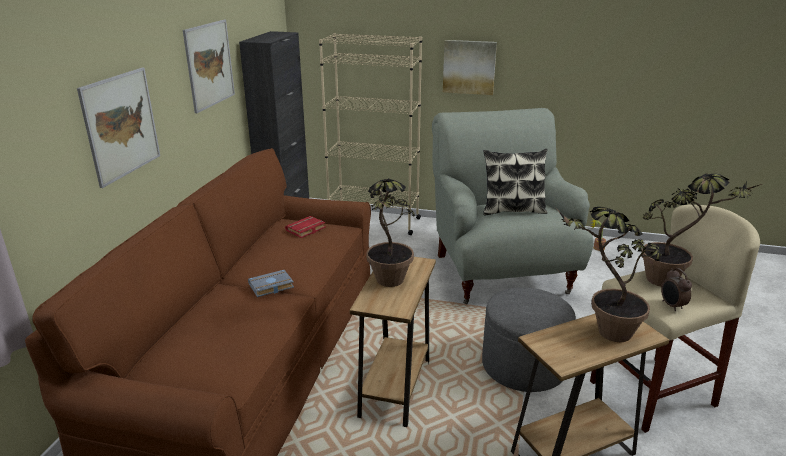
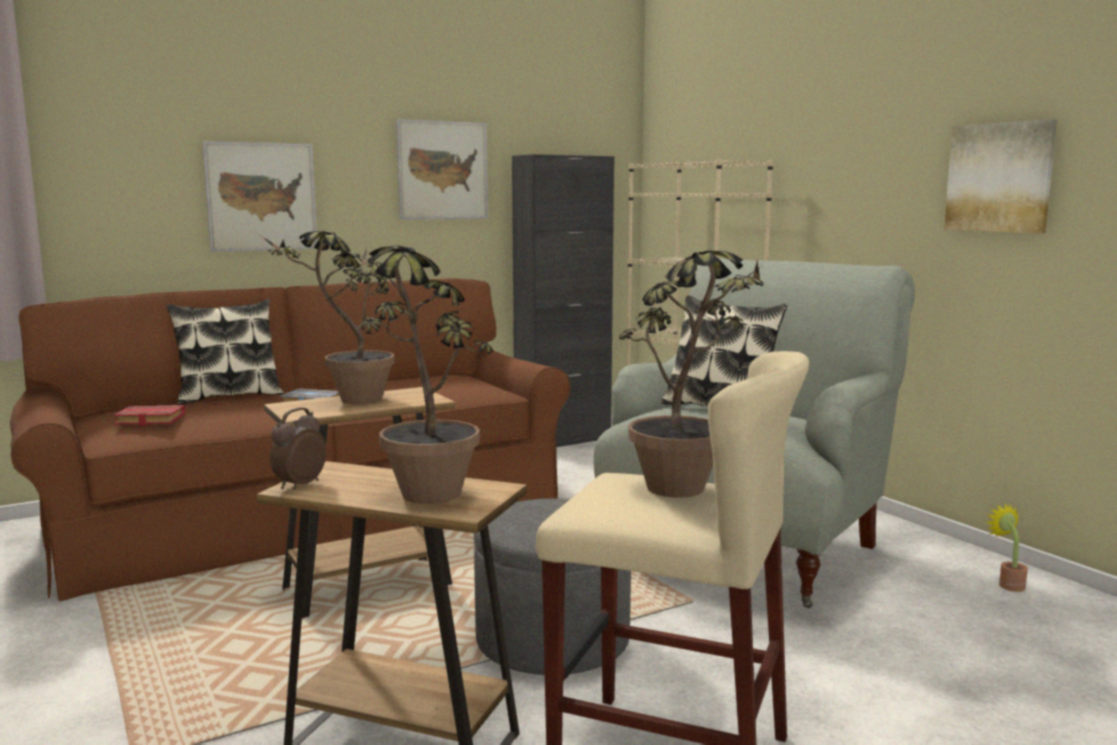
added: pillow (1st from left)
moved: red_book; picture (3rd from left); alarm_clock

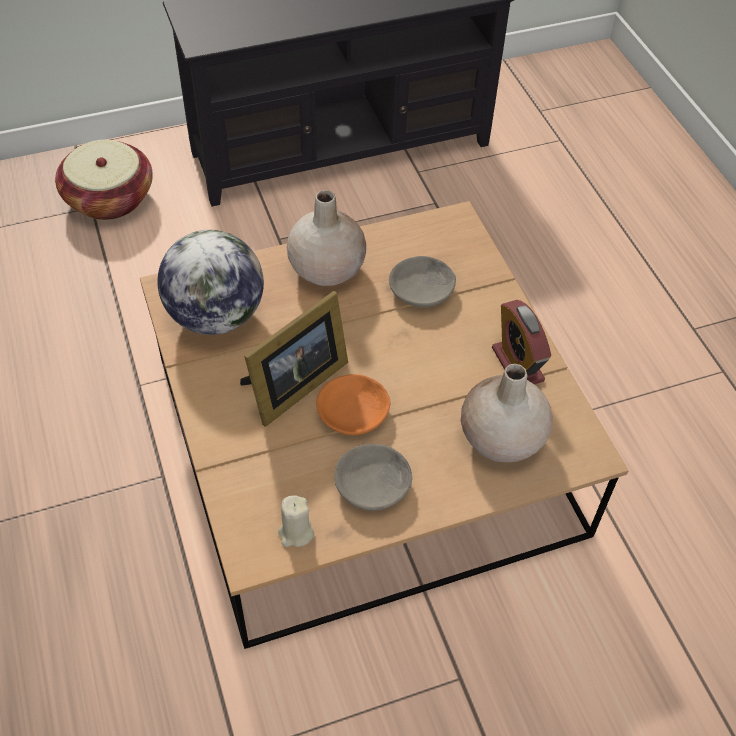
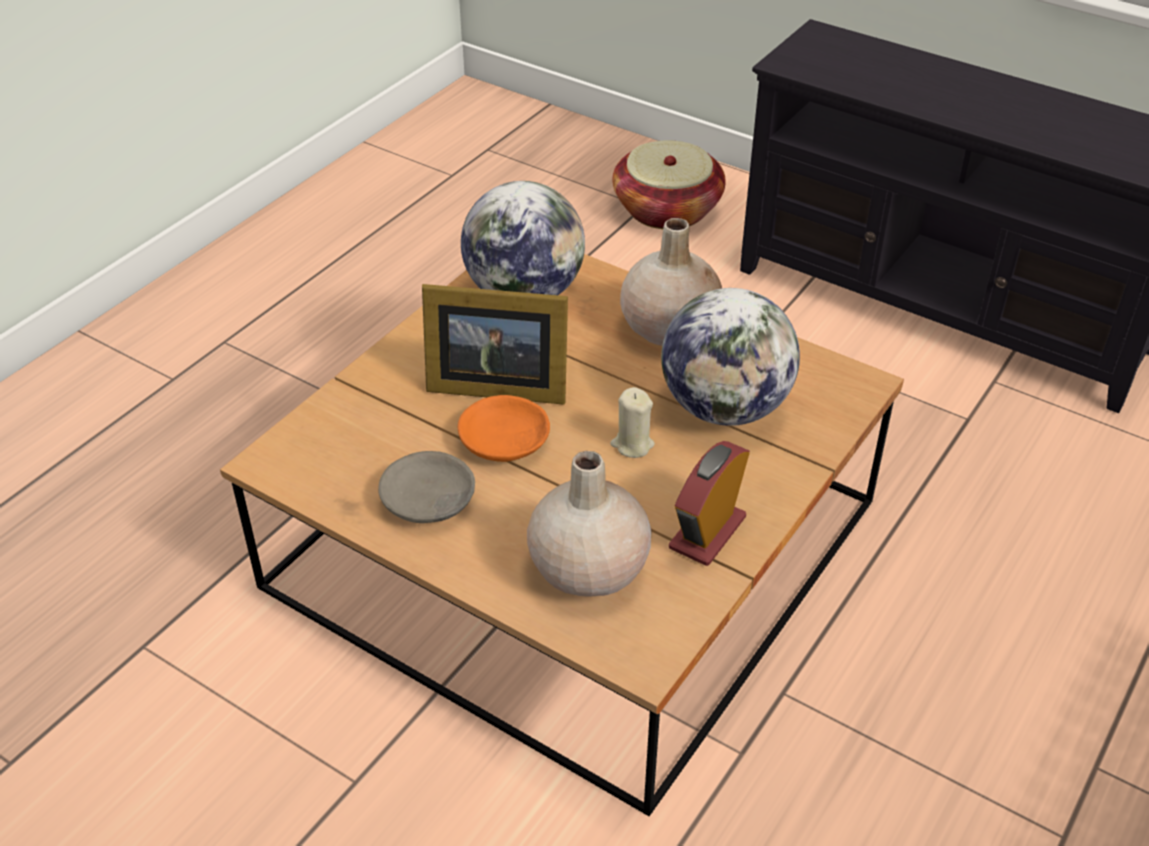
moved: beige_candle
replaced: grey_bowl (2nd from left) to globe (2nd from left)

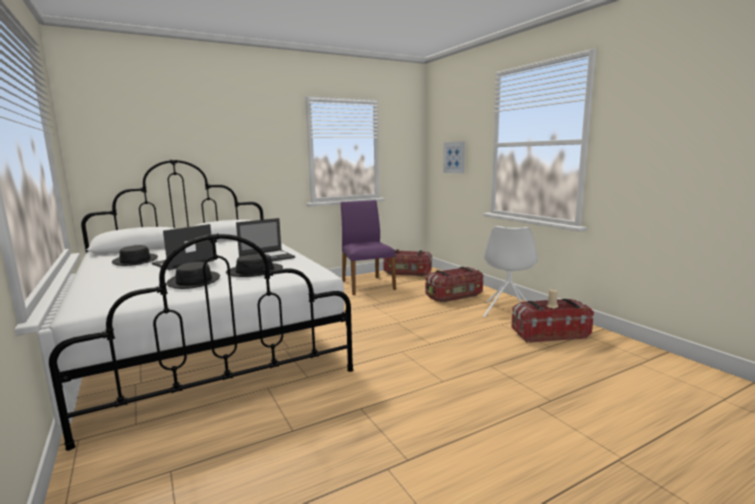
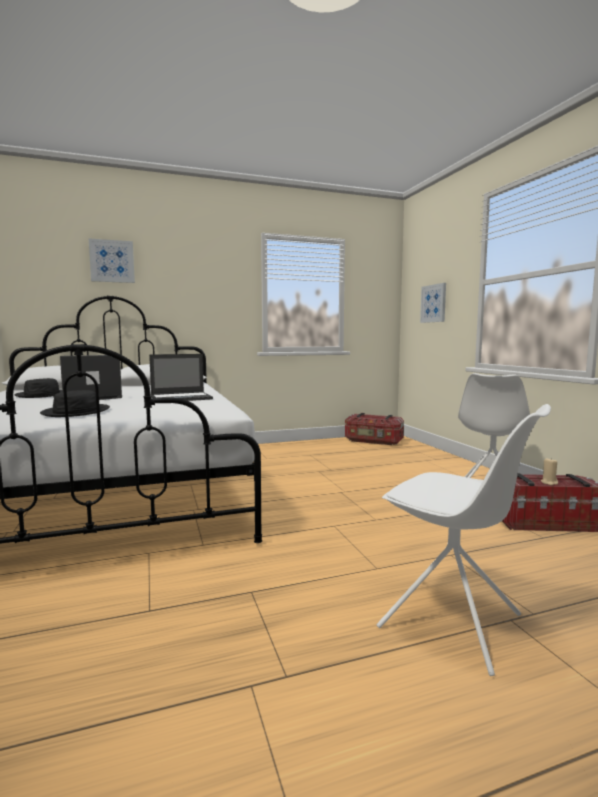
removed: black_hat (3rd from left); purple_chair; storage_box (2nd from left)
added: picture (1st from left); white_chair (1st from left)

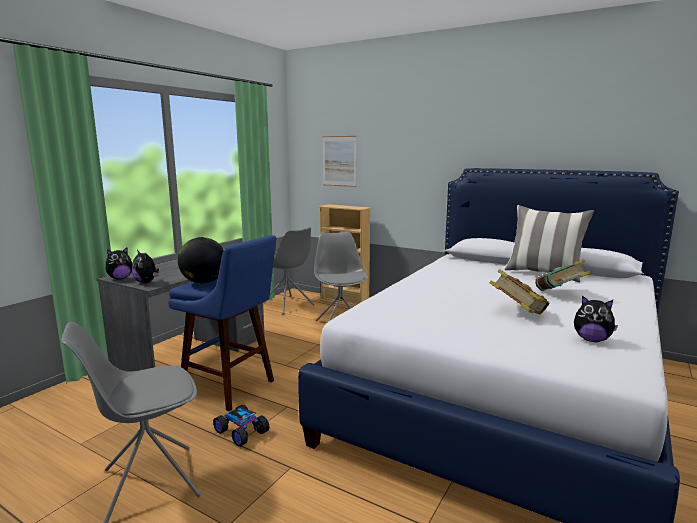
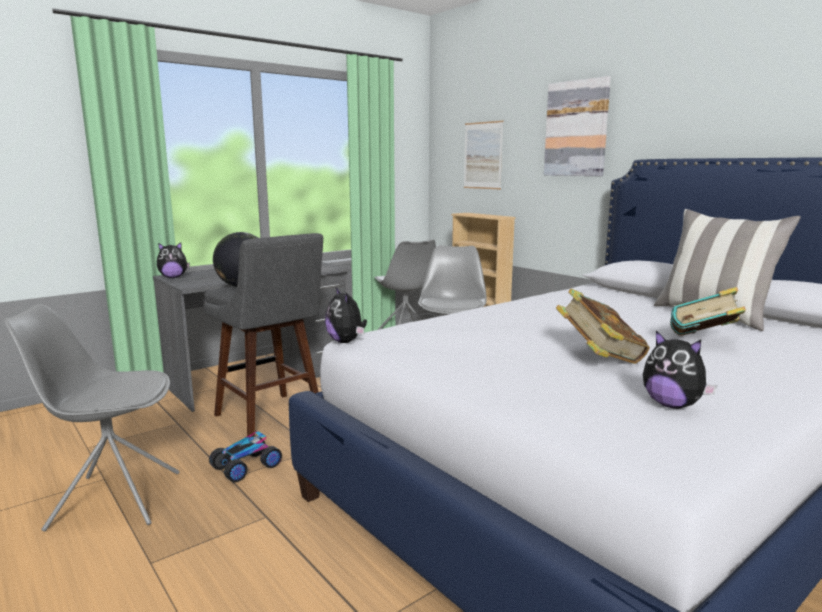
added: picture (2nd from left)
moved: plush_toy (2nd from left)
recoloured: blue_stool to grey_stool
turned: toy_car 105 degrees counterclockwise

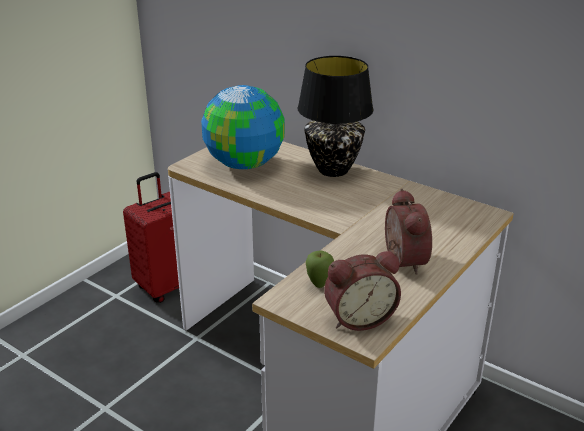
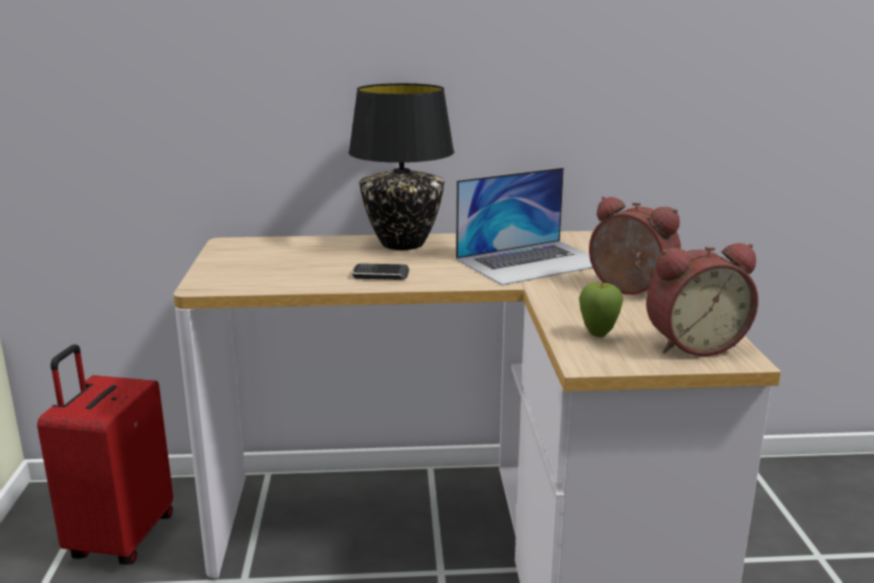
removed: globe
added: phone; laptop
turned: alarm_clock (1st from left in the first image) 45 degrees clockwise

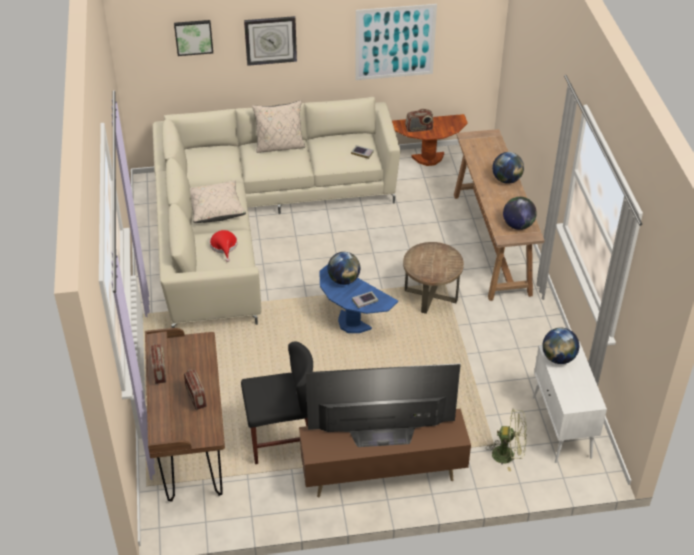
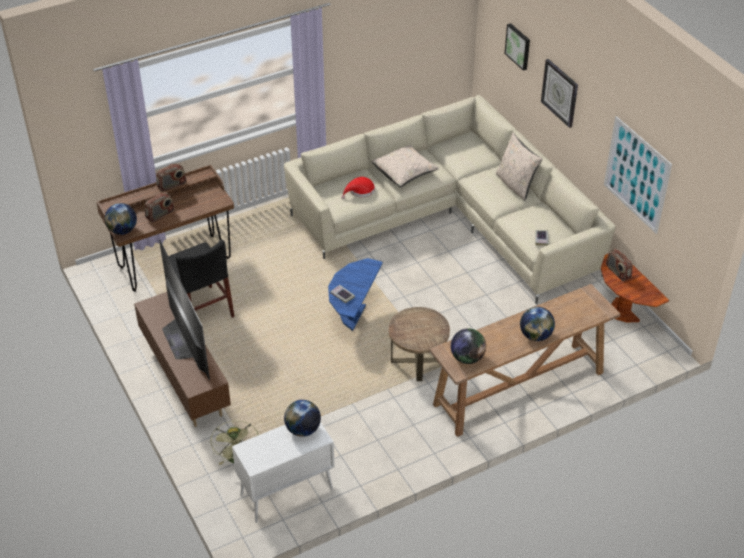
moved: globe (1st from left)

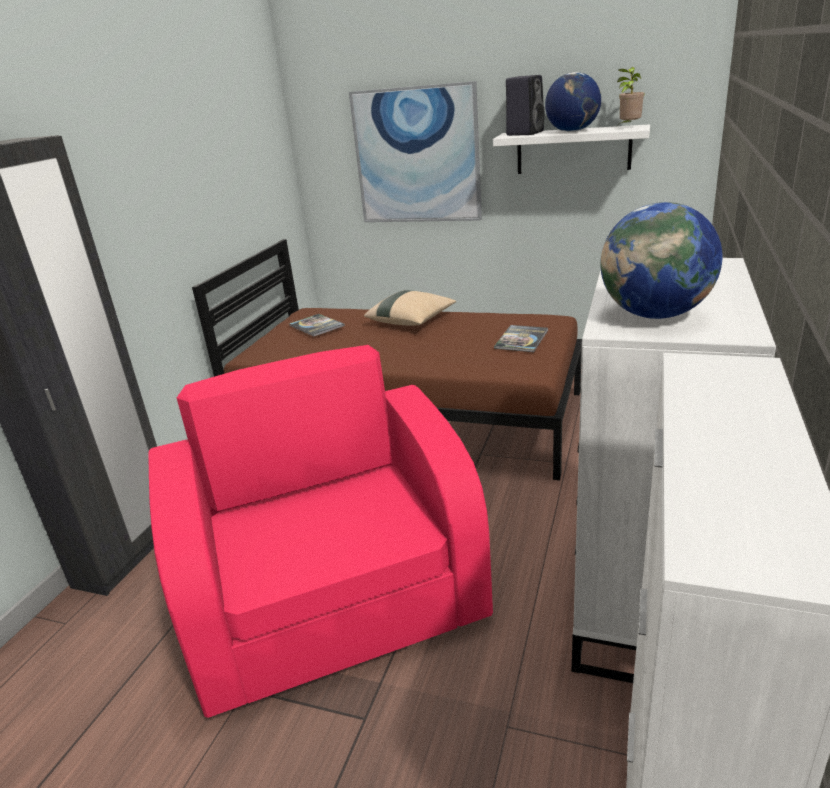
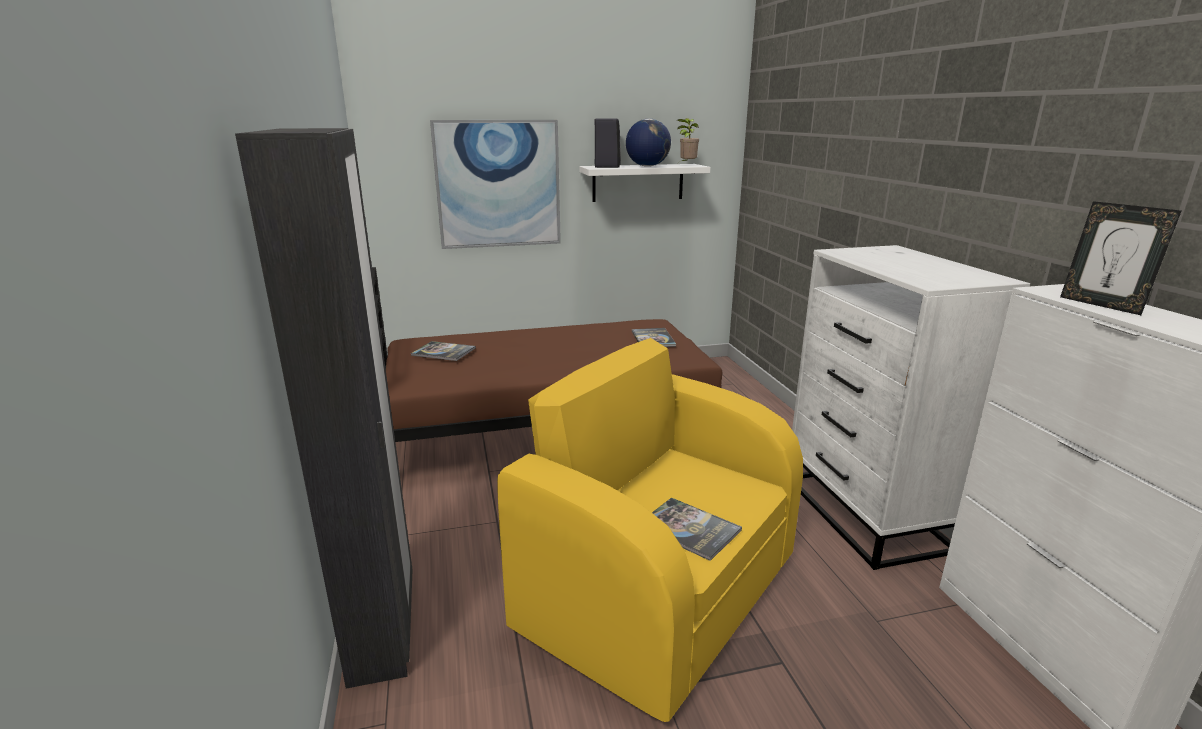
removed: beige_pillow; globe (2nd from left)
added: book (3rd from left); picture_frame
recoloured: pink_armchair to yellow_armchair

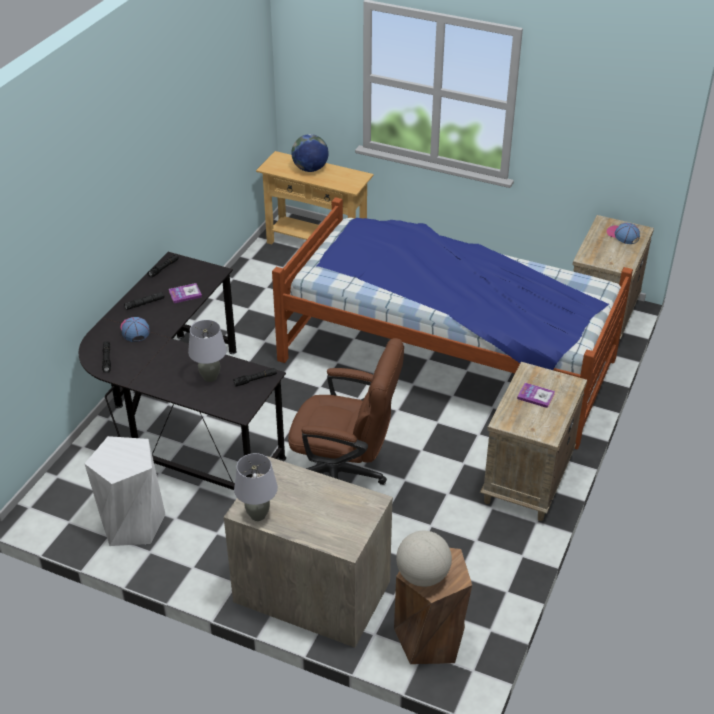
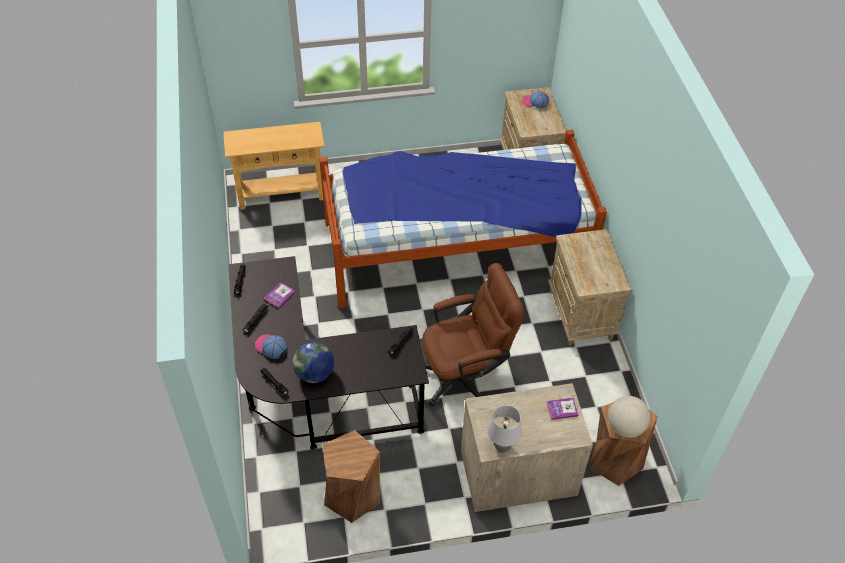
removed: grey_table_lamp (1st from left)
moved: globe (1st from left); book (2nd from left)
recoloured: white_stool to brown_stool (1st from left)

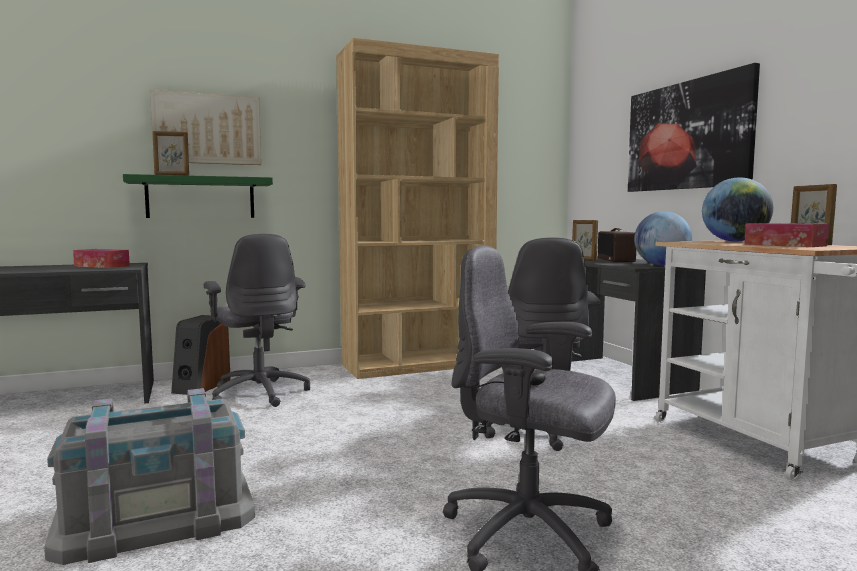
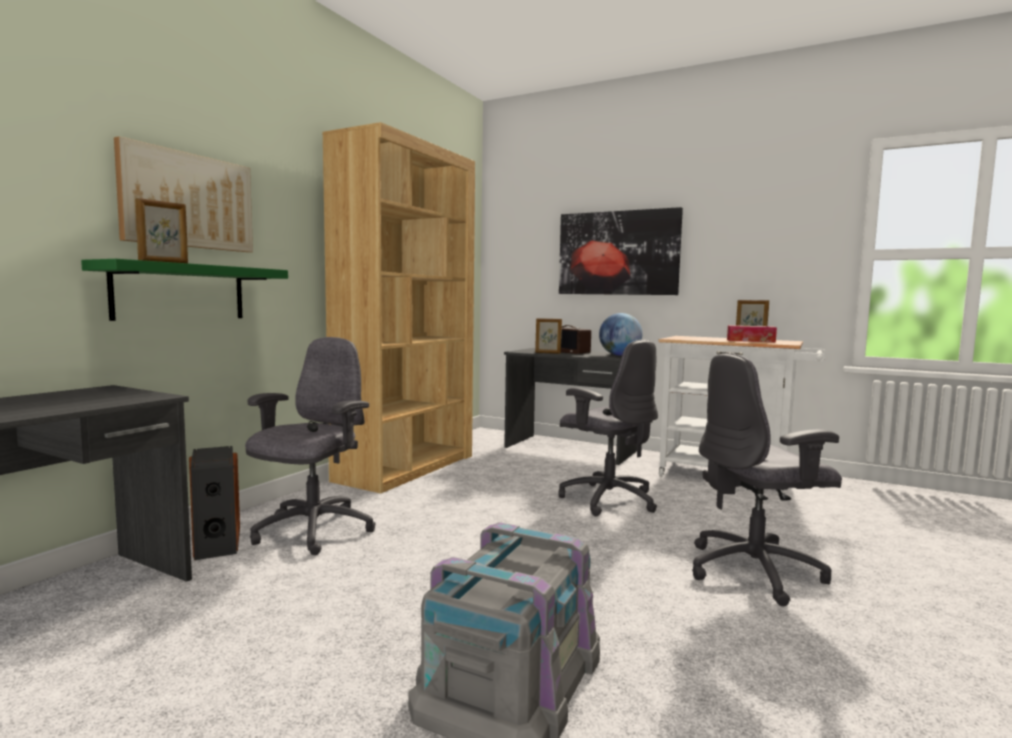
removed: tissue_box (1st from left); globe (2nd from left)
turned: grey_office_chair (1st from left) 90 degrees counterclockwise

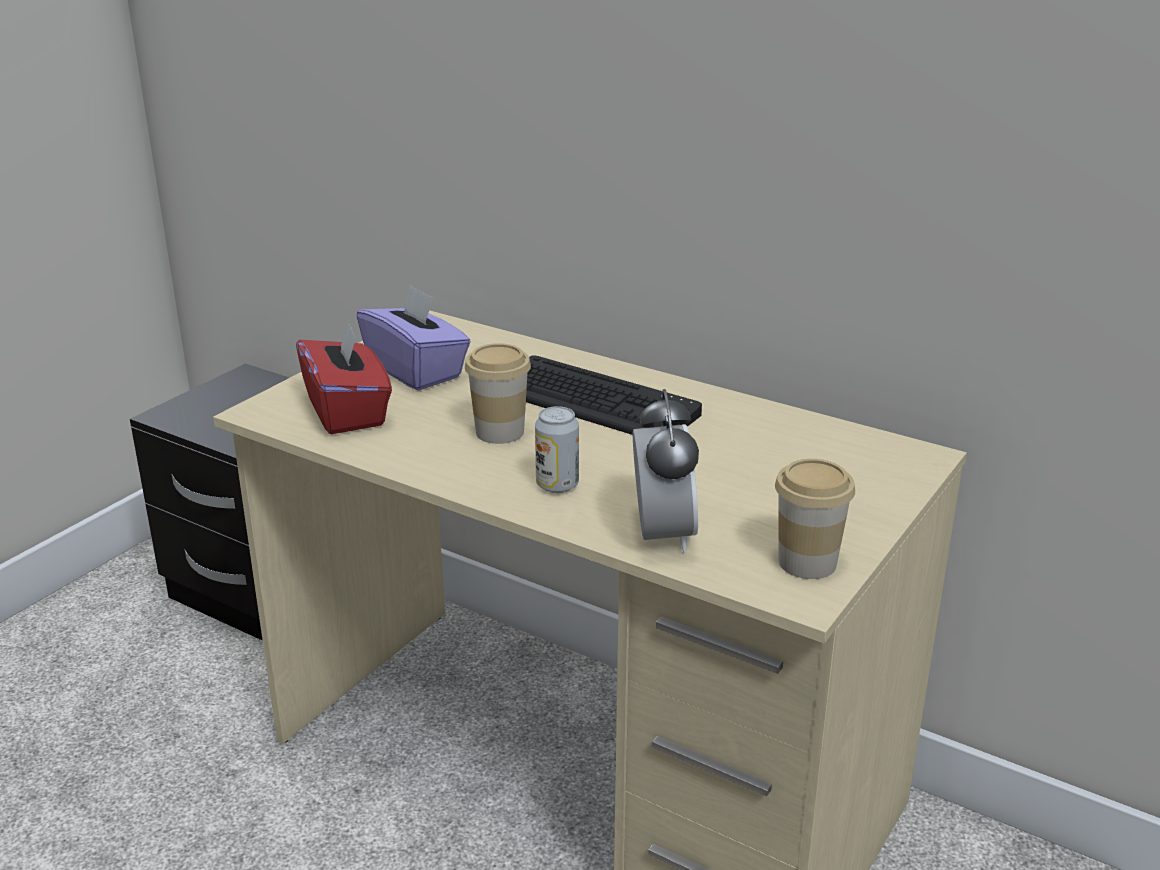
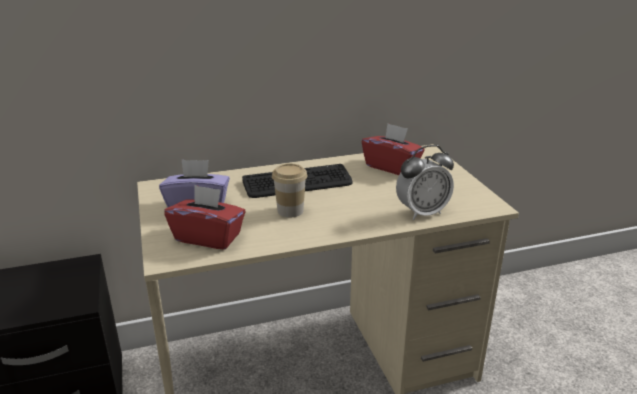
removed: can; cup (2nd from left)
added: red_tissue_box (2nd from left)
turned: alarm_clock 120 degrees clockwise

